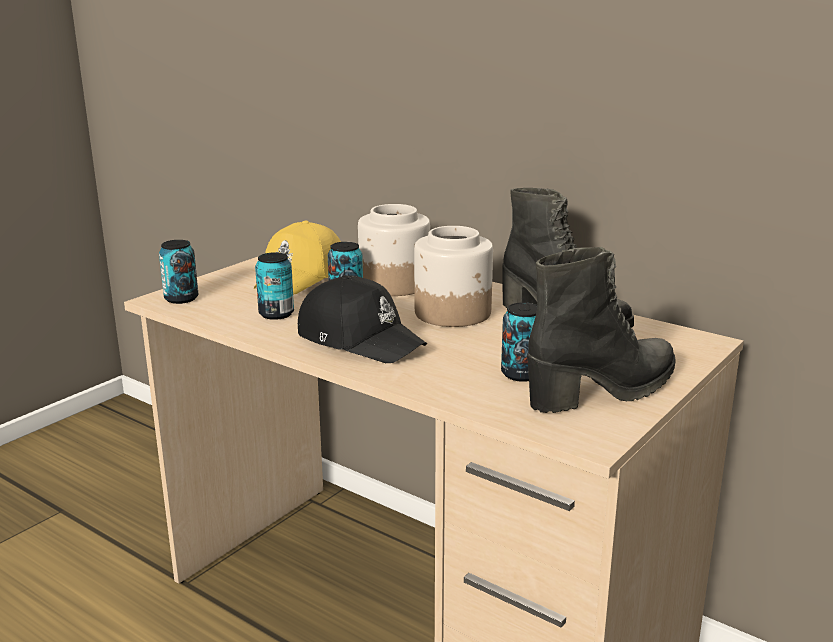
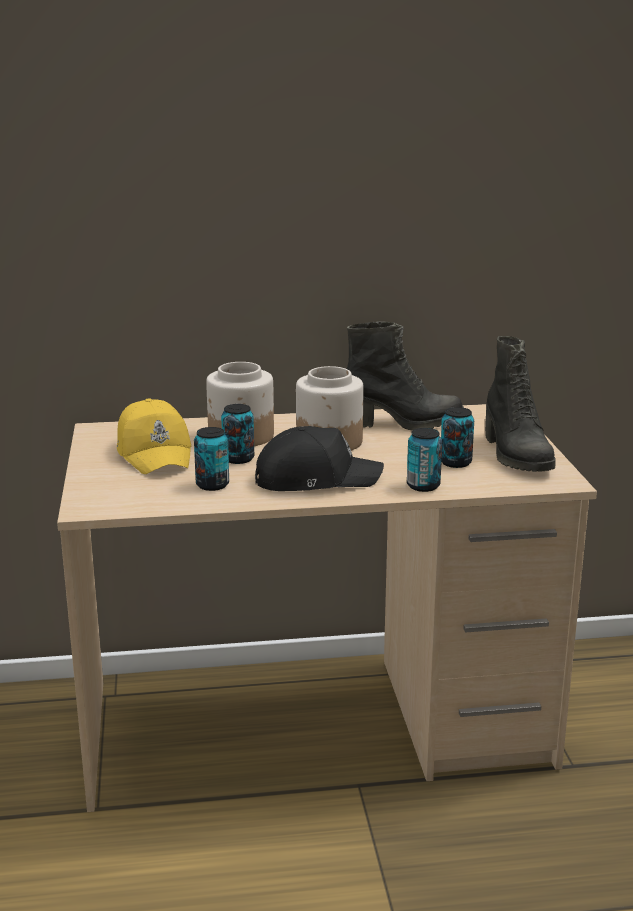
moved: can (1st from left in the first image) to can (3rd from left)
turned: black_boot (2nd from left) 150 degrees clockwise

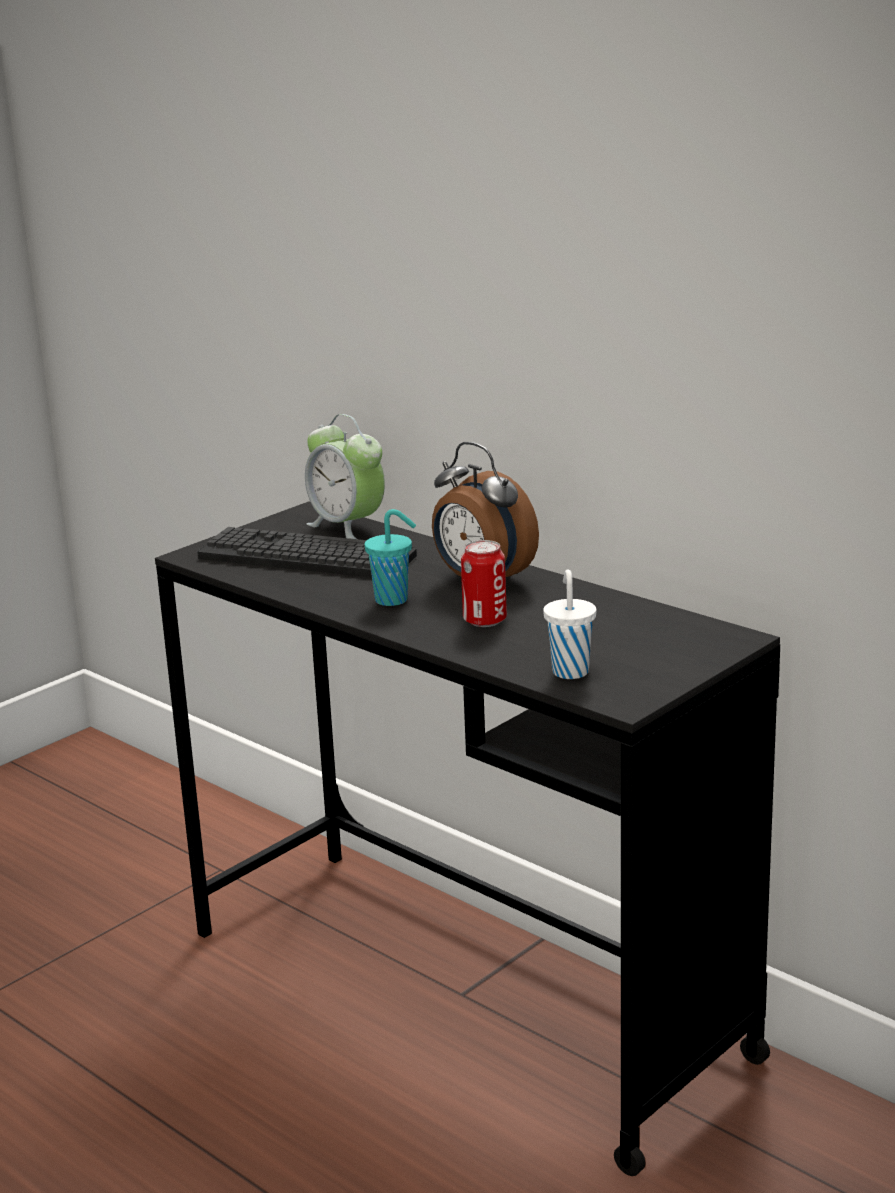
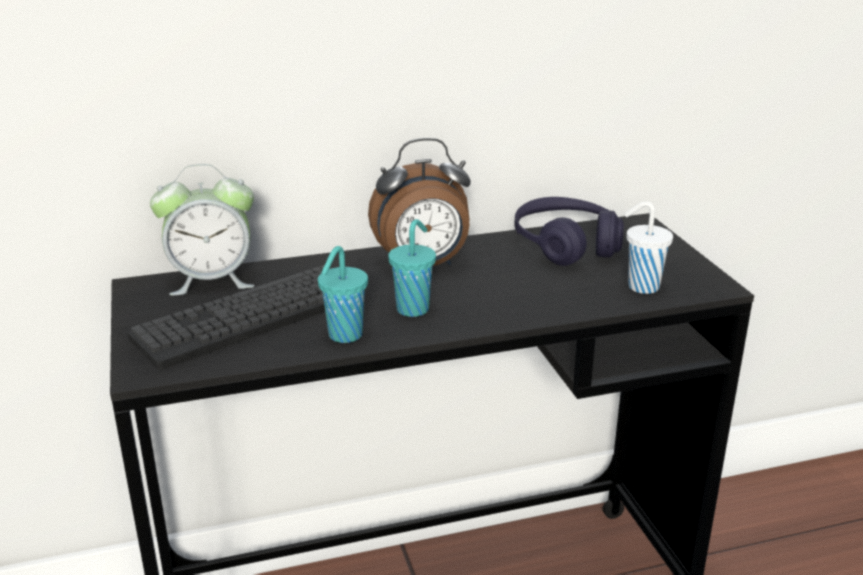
removed: can
added: turquoise_cup (1st from left); purple_headphones

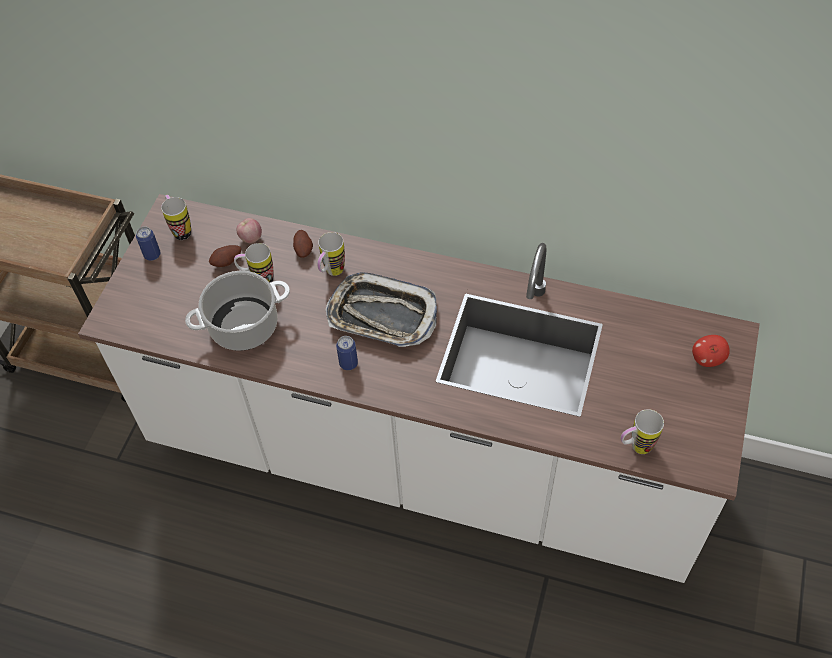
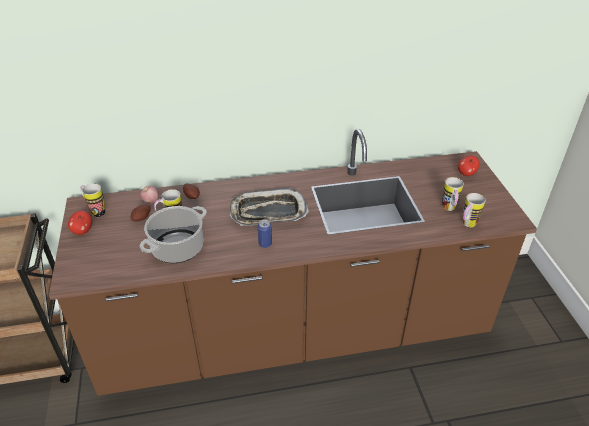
moved: mug (3rd from left)
replaced: can (1st from left) to apple (1st from left)
recoloured: white_counter to brown_counter

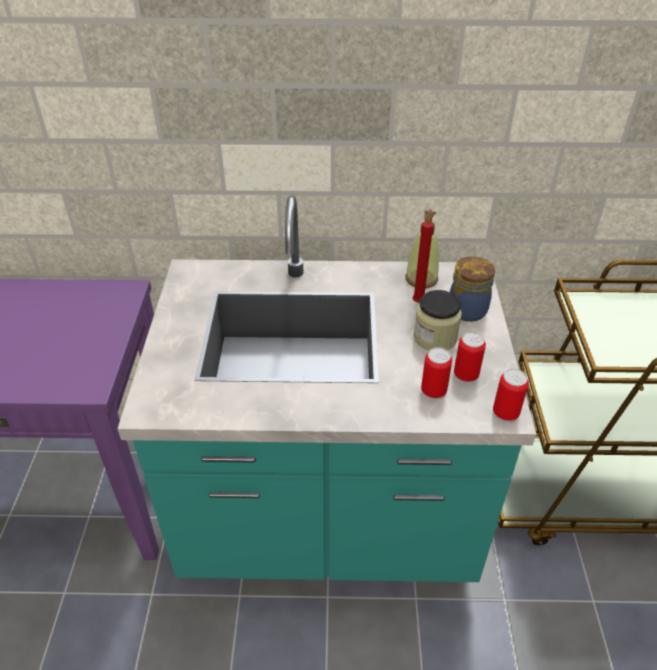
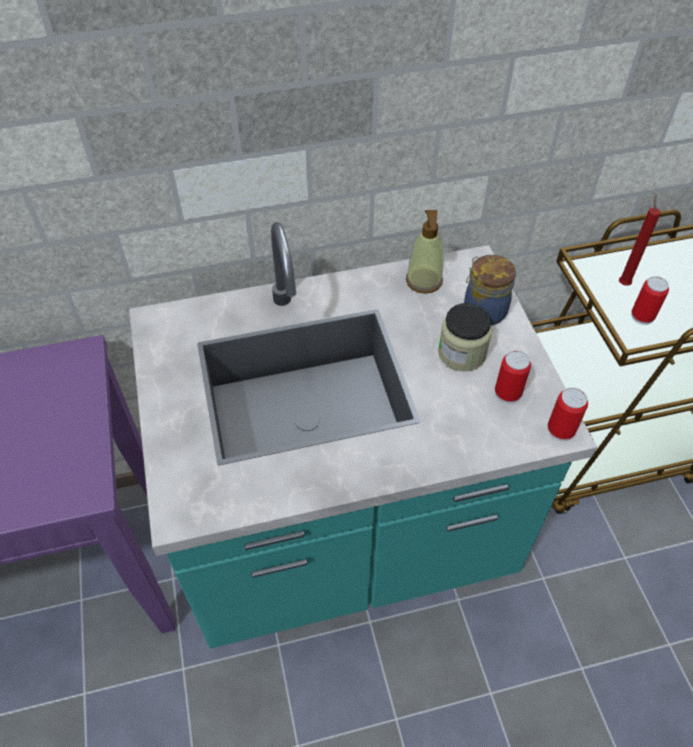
moved: red_candle; can (1st from left in the first image) to can (3rd from left)

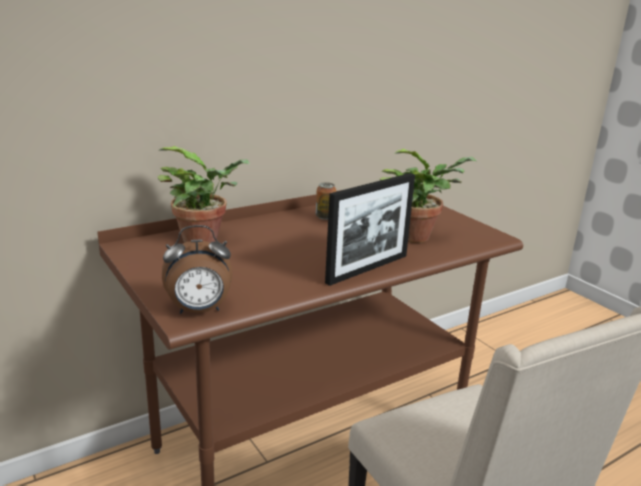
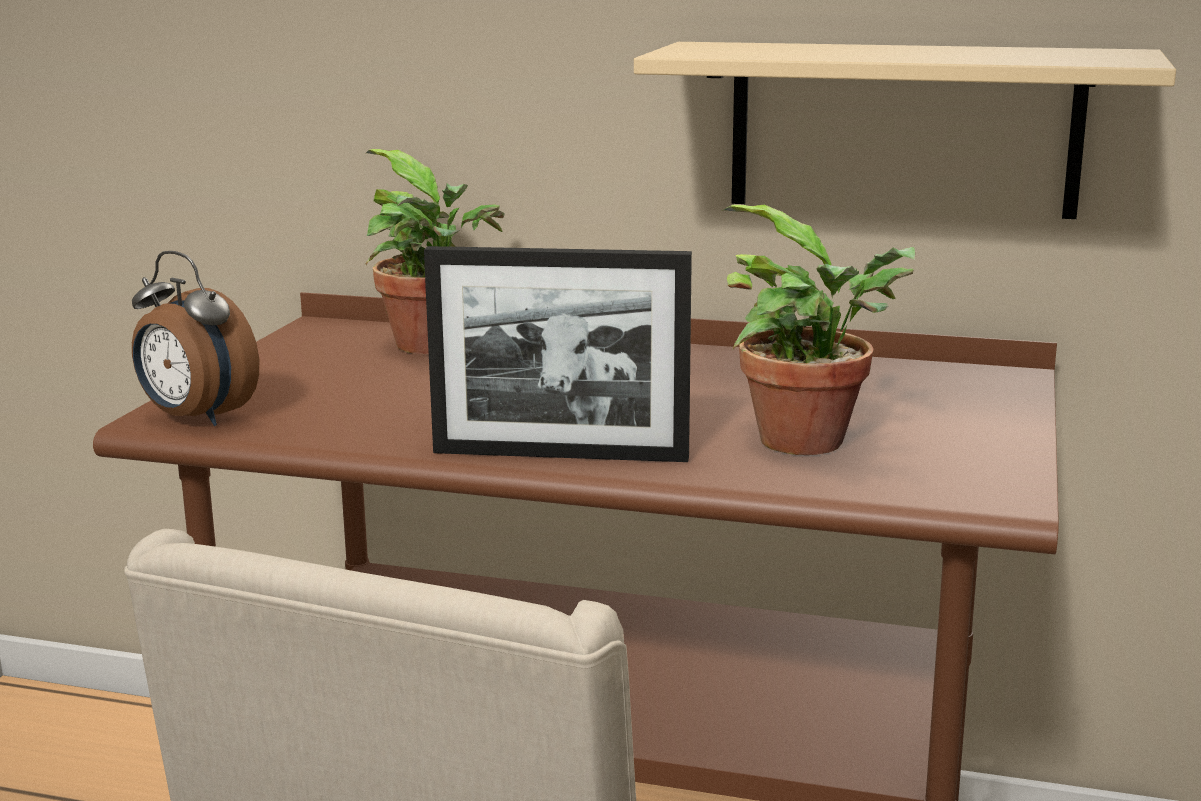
removed: can
added: beige_shelf

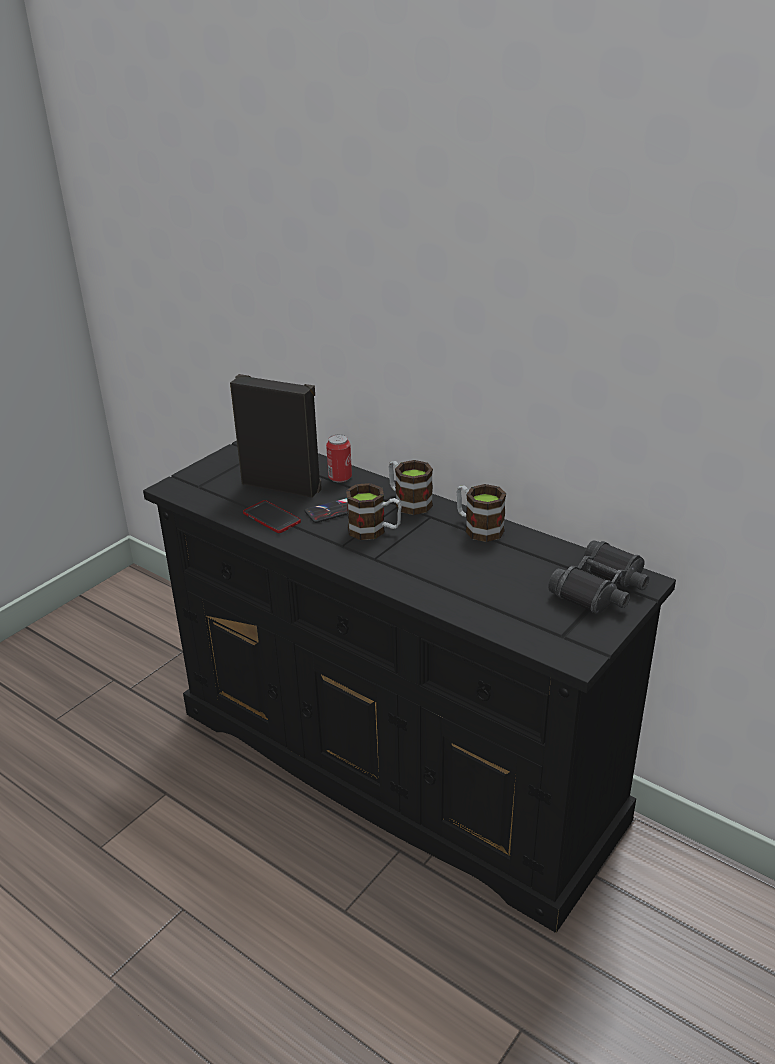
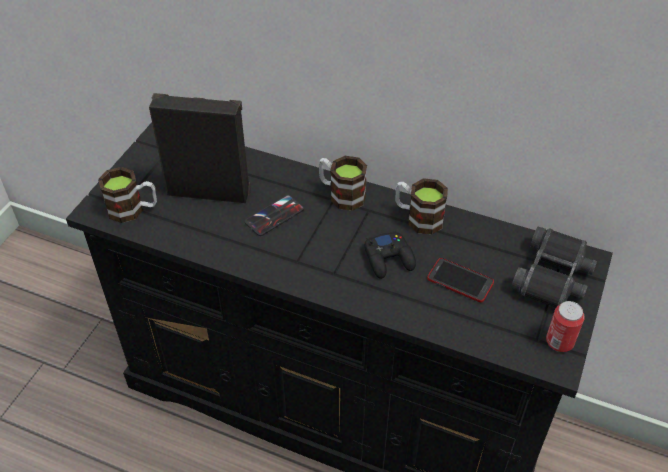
added: black_game_controller
moved: phone (1st from left in the first image) to phone (2nd from left); can; mug (1st from left)

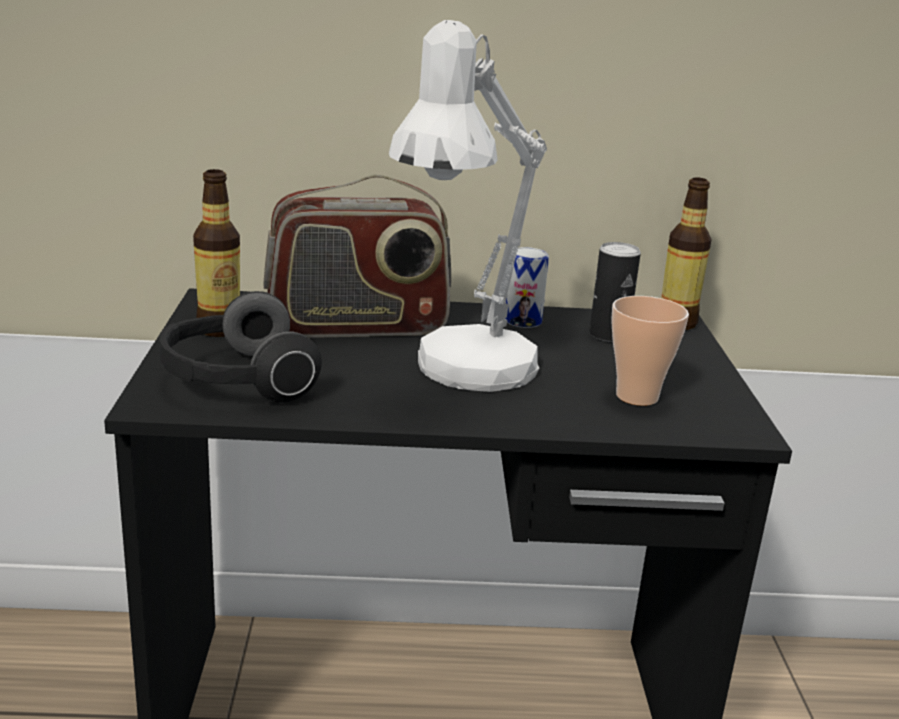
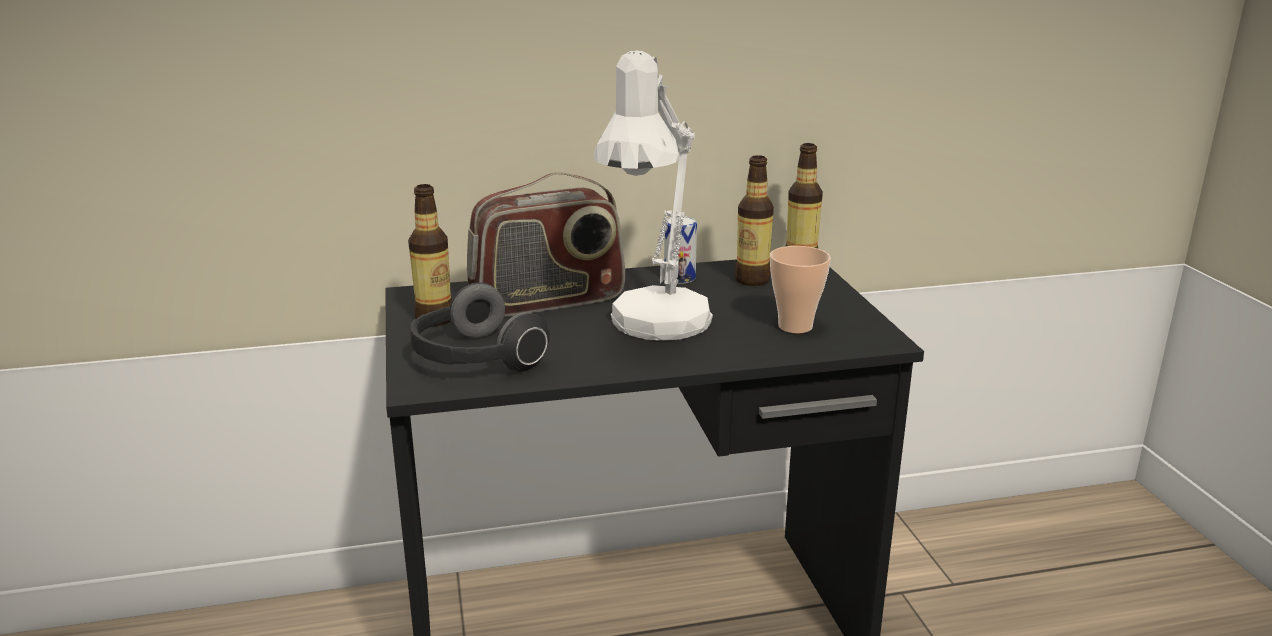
replaced: can (2nd from left) to bottle (2nd from left)

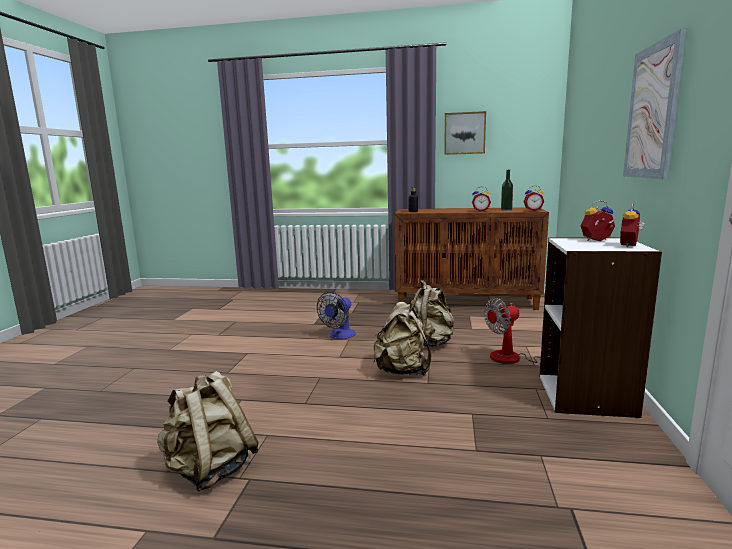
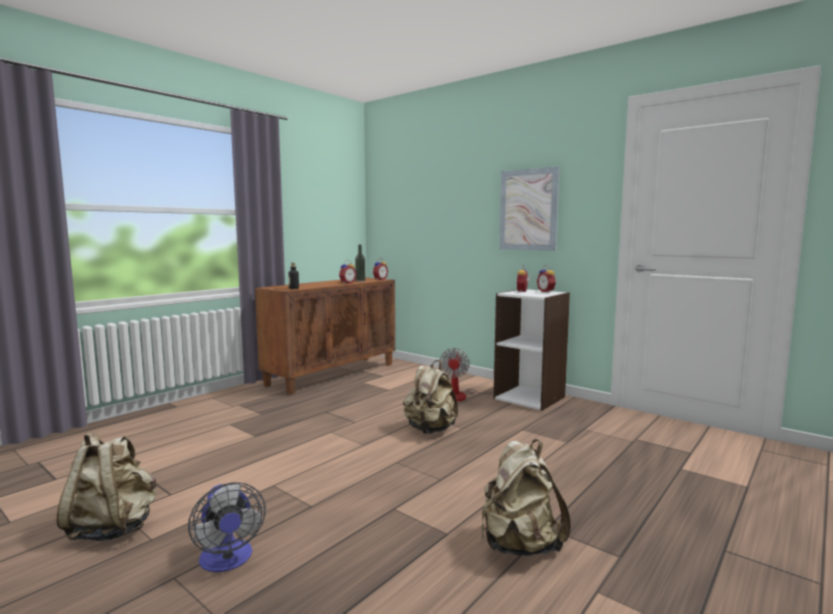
removed: picture (1st from left)
moved: fan (1st from left); beige_backpack (3rd from left in the first image) to beige_backpack (1st from left)

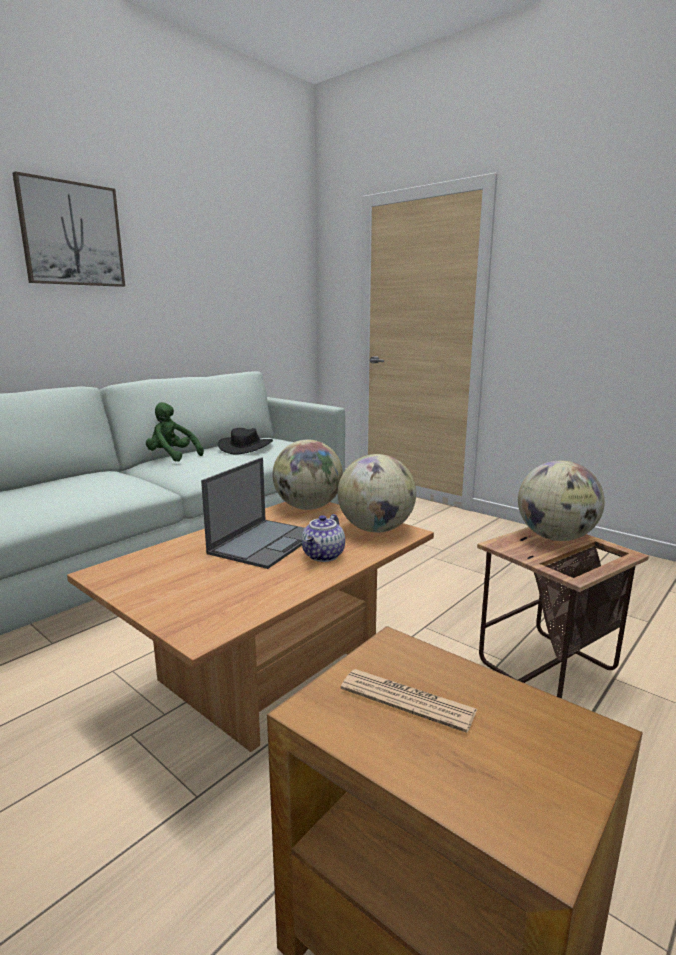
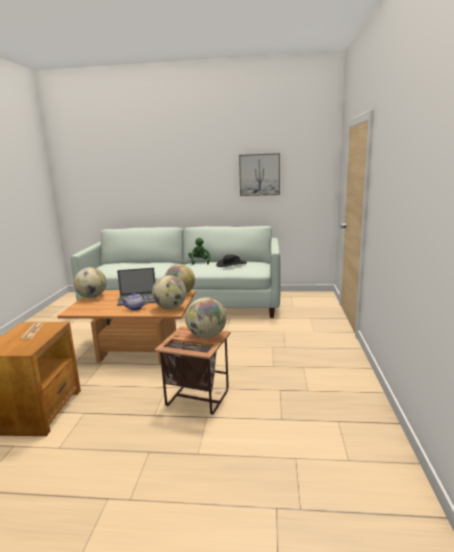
added: globe (1st from left)
moved: picture

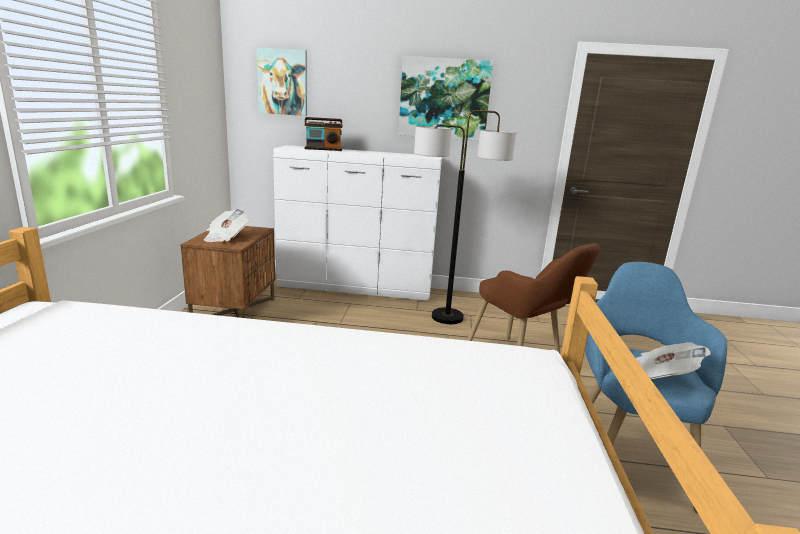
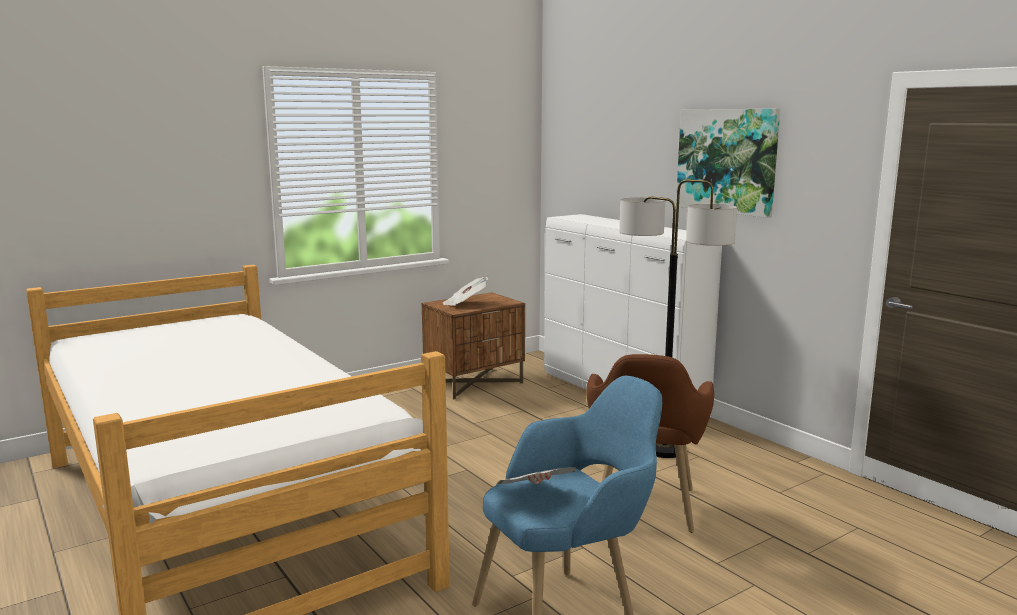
removed: picture (1st from left); radio

